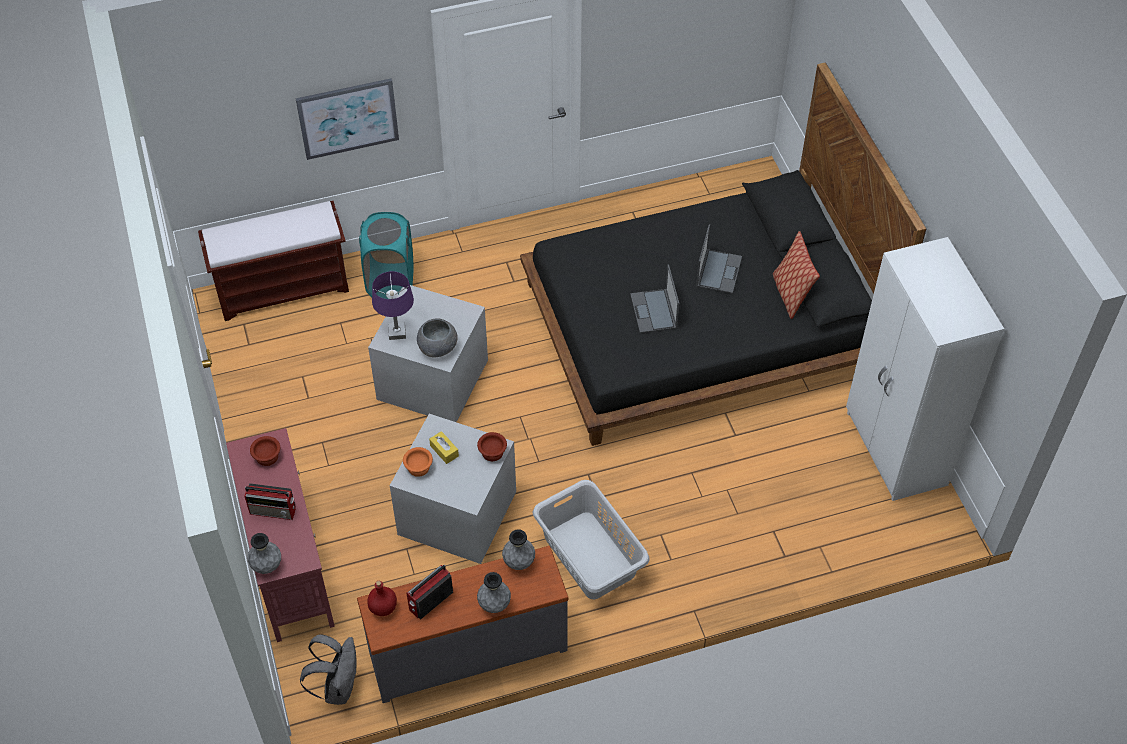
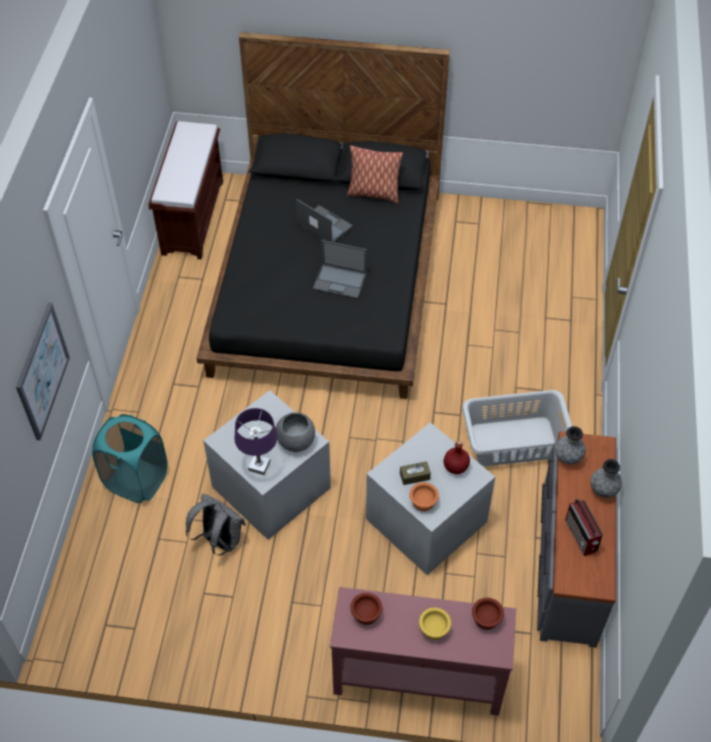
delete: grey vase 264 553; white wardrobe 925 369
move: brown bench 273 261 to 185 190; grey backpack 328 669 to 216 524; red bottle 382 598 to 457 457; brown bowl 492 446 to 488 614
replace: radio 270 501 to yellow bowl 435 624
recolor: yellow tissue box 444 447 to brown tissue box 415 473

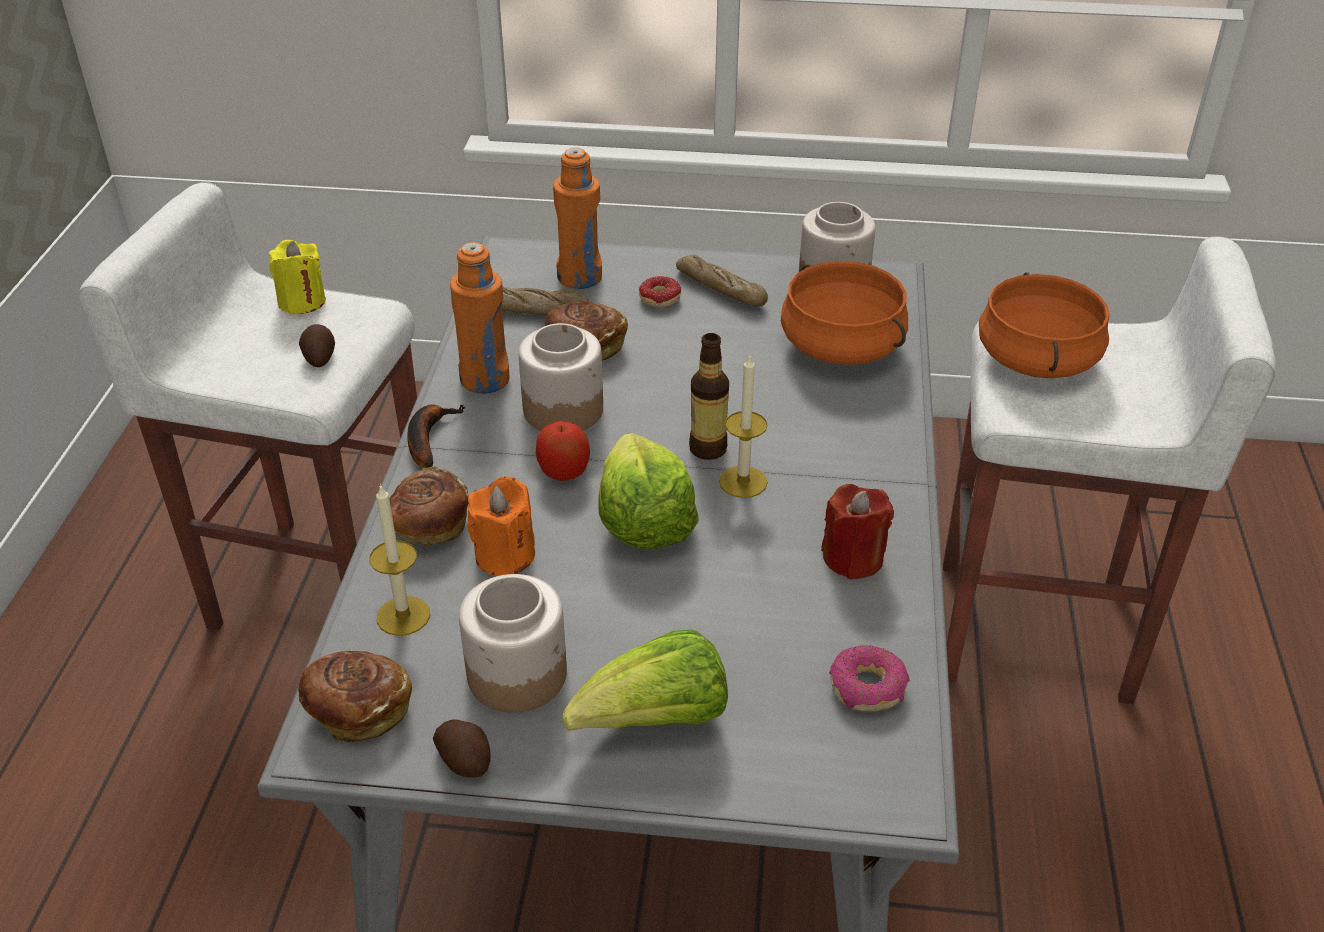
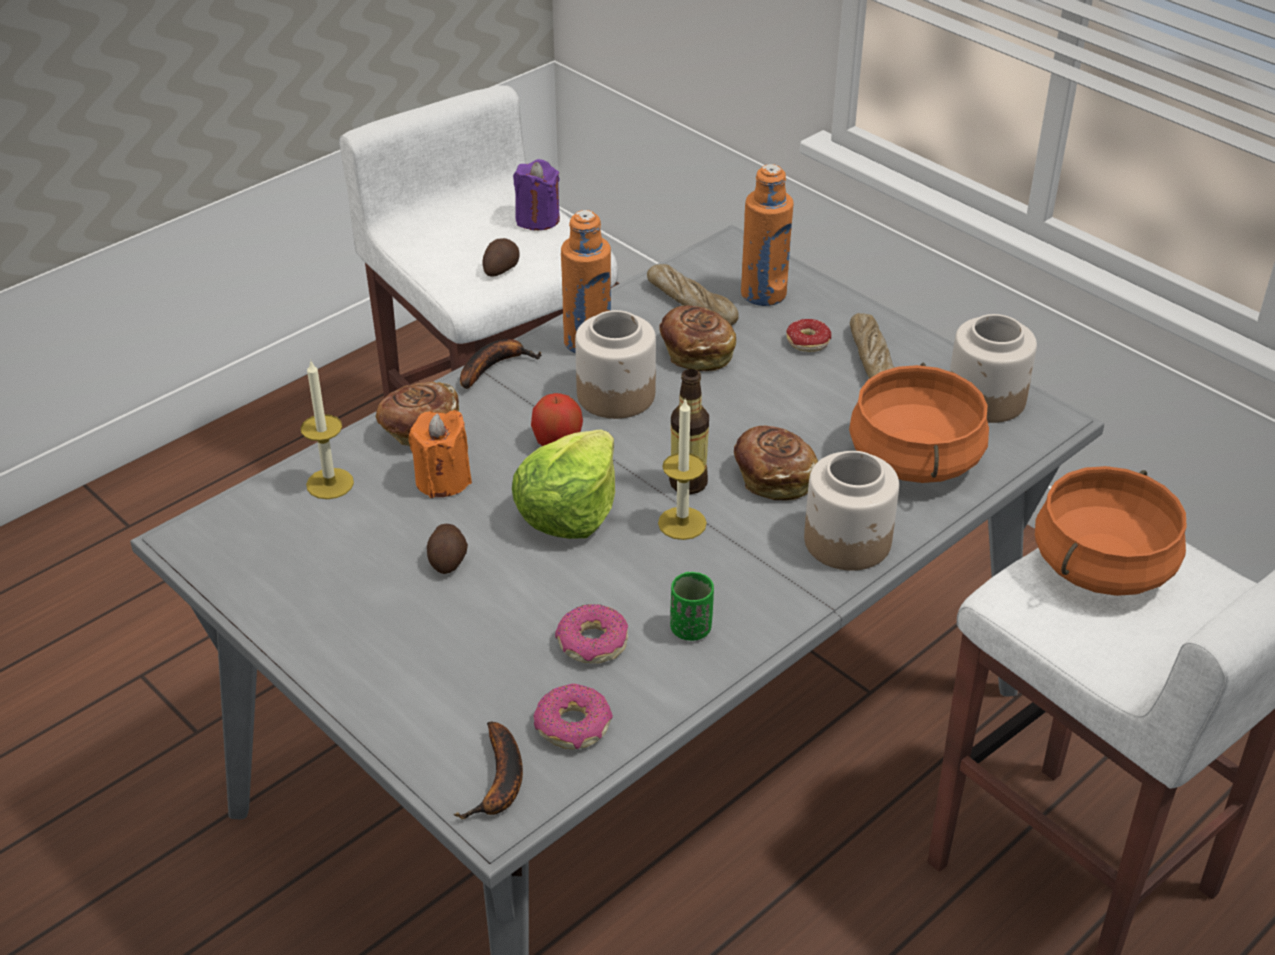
delete: lettuce 645 680
insert: banana 488 770; donut 591 633
move: bread 355 696 to 776 463; potato 462 748 to 447 549; jar 513 643 to 851 511
replace: red candle 857 531 to green cup 692 606
recolor: yellow candle 297 277 to purple candle 536 194

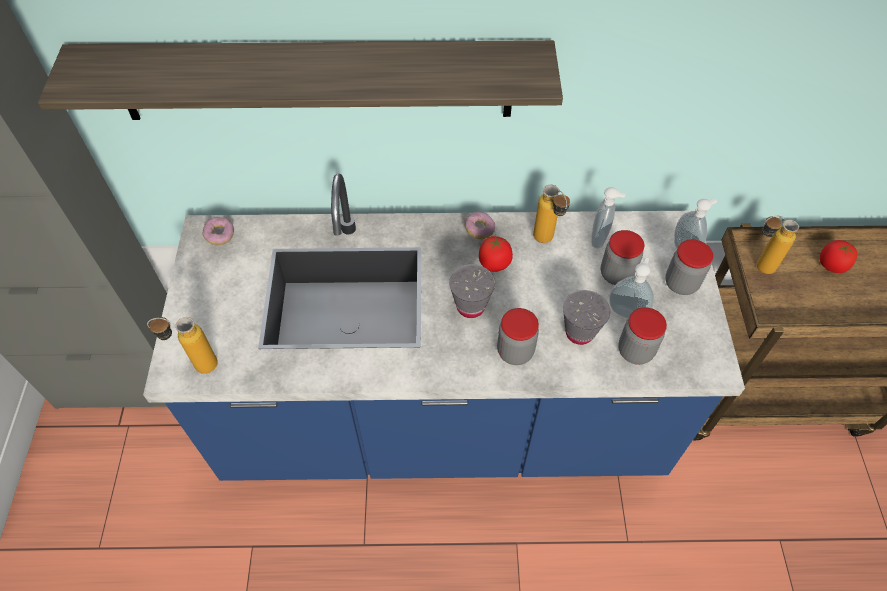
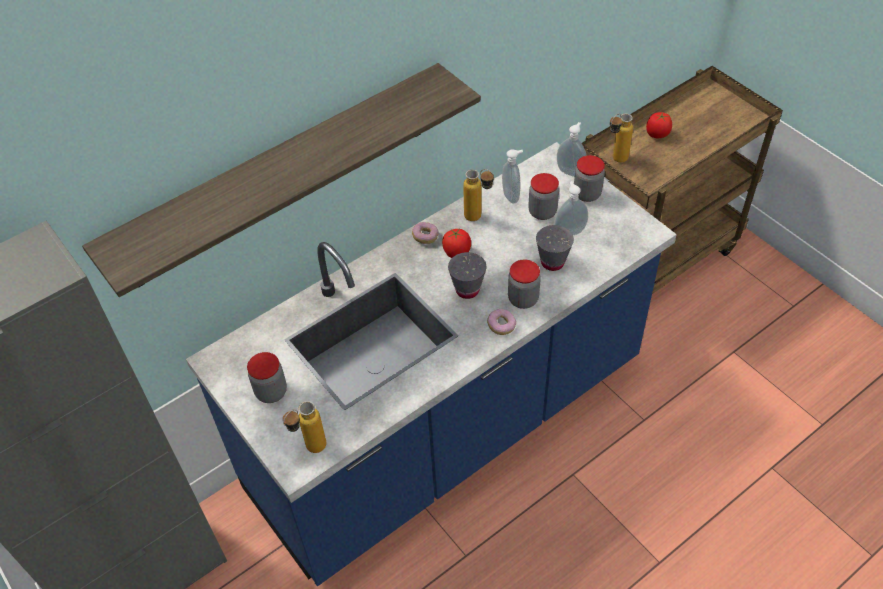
move: donut 218 231 to 501 322; jar 642 336 to 267 377

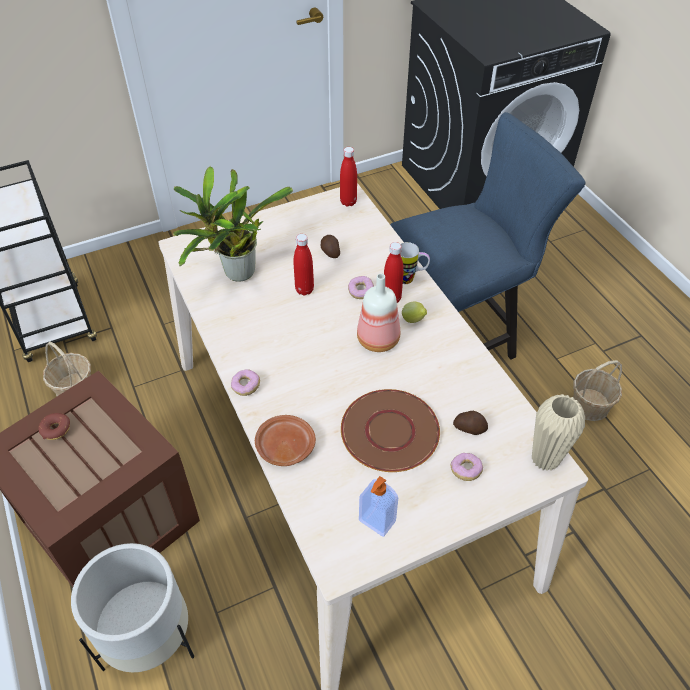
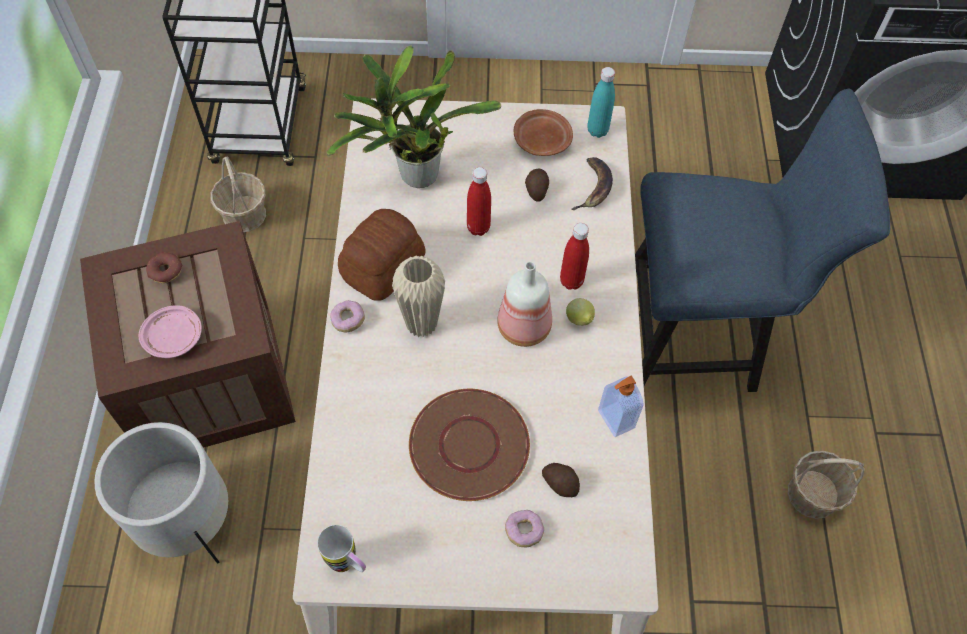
delete: donut 361 287
insert: pink plate 170 331; bread 382 255; banana 592 183
move: brown plate 285 440 to 543 132; soap dispenser 378 506 to 620 406; mug 415 263 to 341 548; beige vase 558 432 to 418 296
recolor: red bottle 348 177 to turquoise bottle 601 102

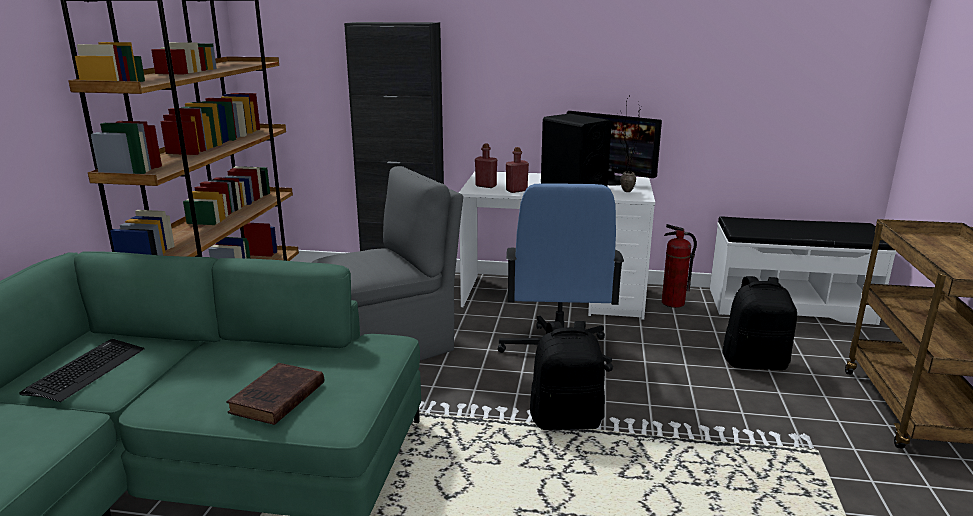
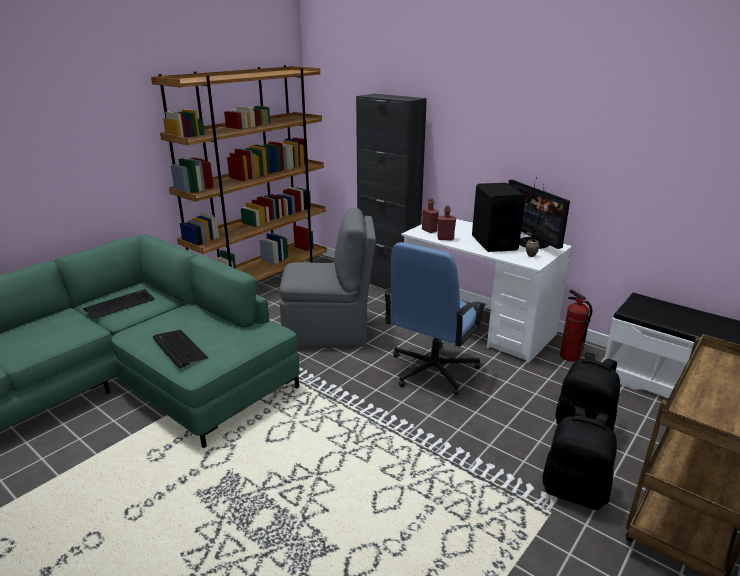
move: black backpack 567 375 to 579 458
replace: brown book 275 394 to keyboard 180 349

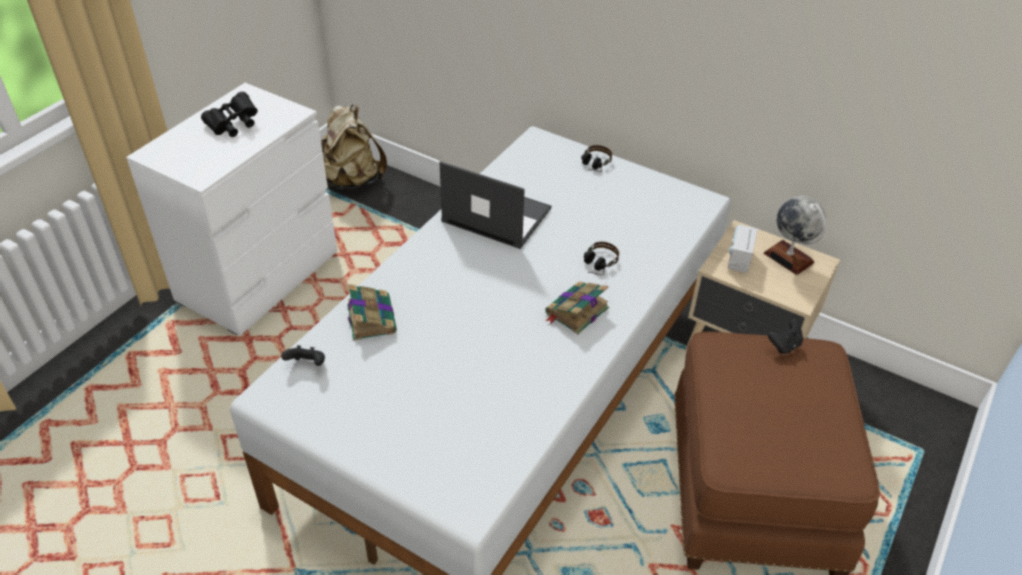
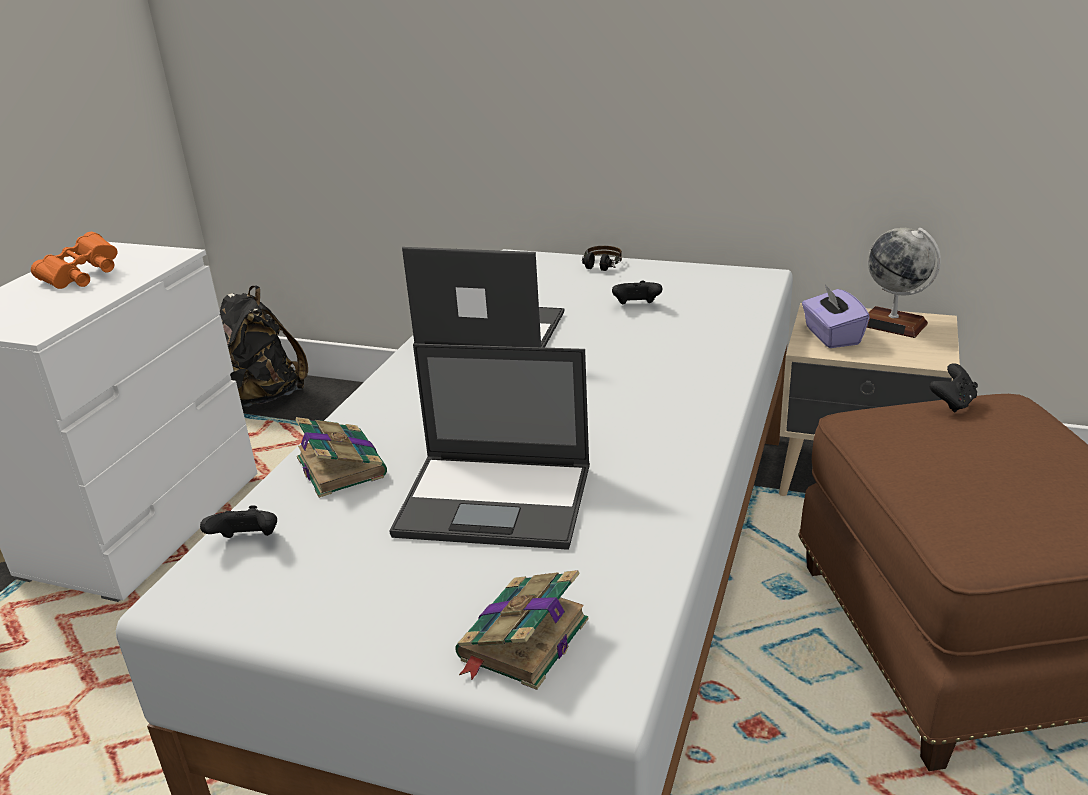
delete: headphones 601 258
insert: laptop 489 447; black game controller 637 292
move: book 577 308 to 521 630
replace: radio 743 249 to purple tissue box 836 316
recolor: black binoculars 229 114 to orange binoculars 74 260; beige backpack 354 147 to black backpack 264 346

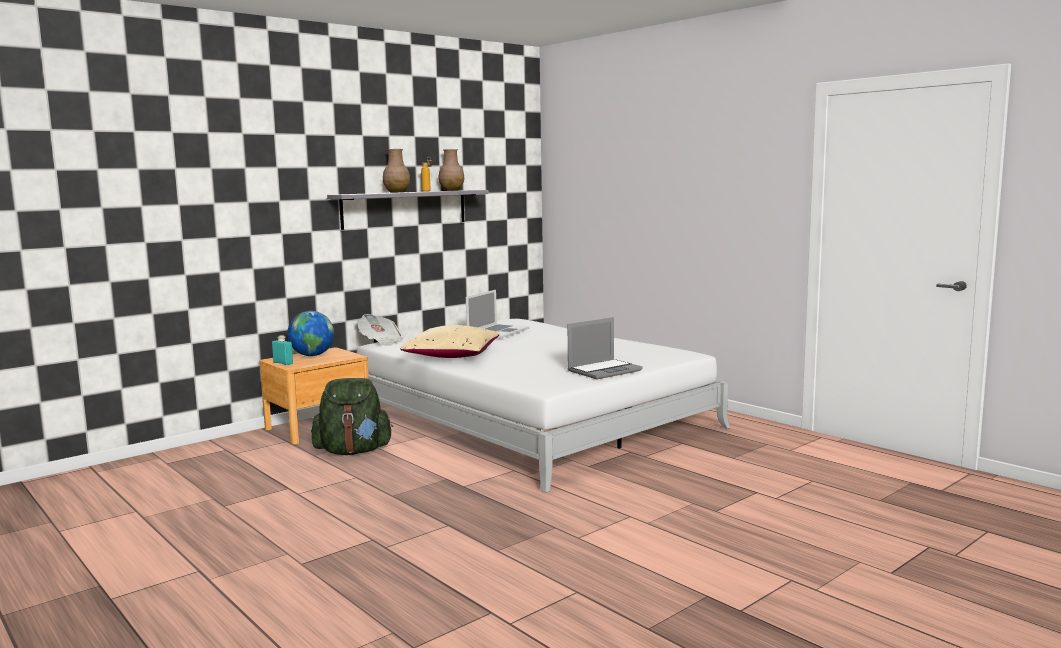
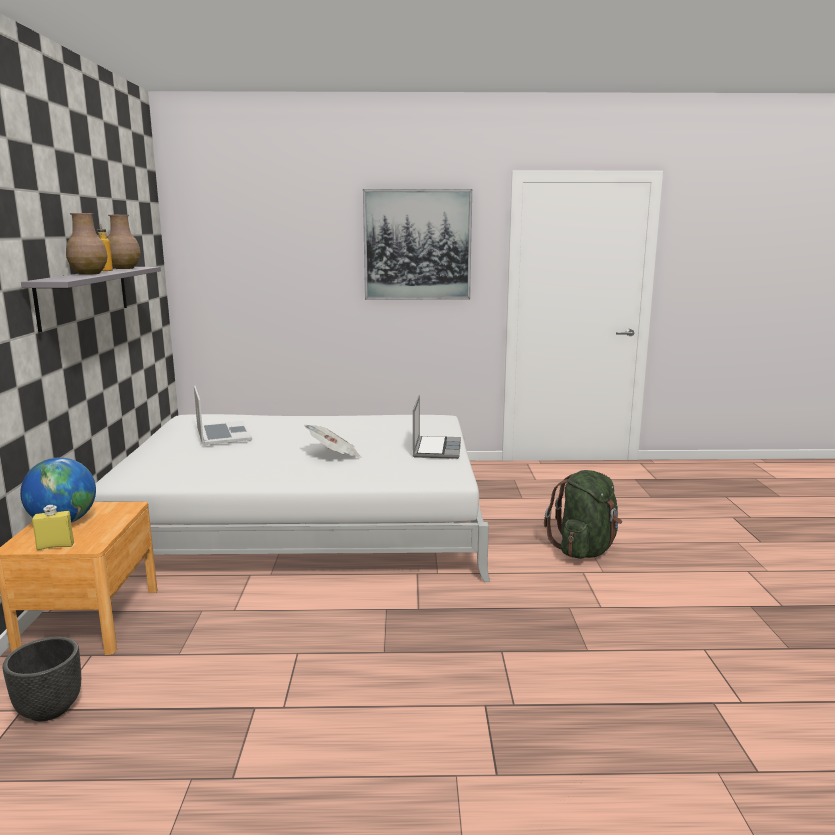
delete: beige pillow 450 341
insert: black planter 42 679; picture 417 244
move: green backpack 352 416 to 583 514; newspaper 380 330 to 332 441
recolor: turquoise bottle 282 350 to yellow bottle 53 527

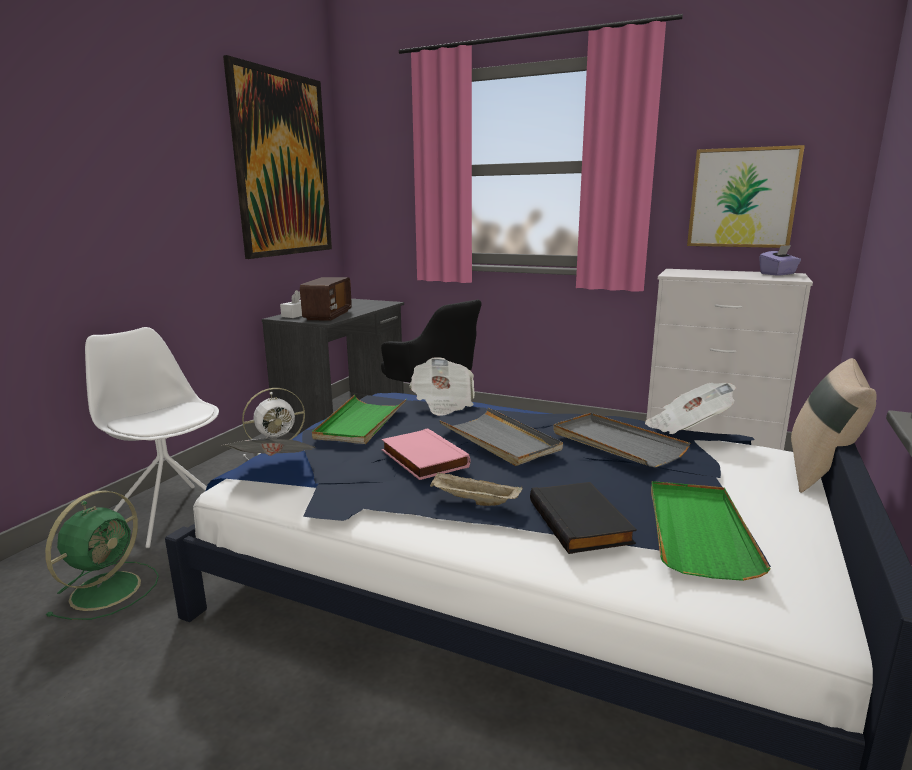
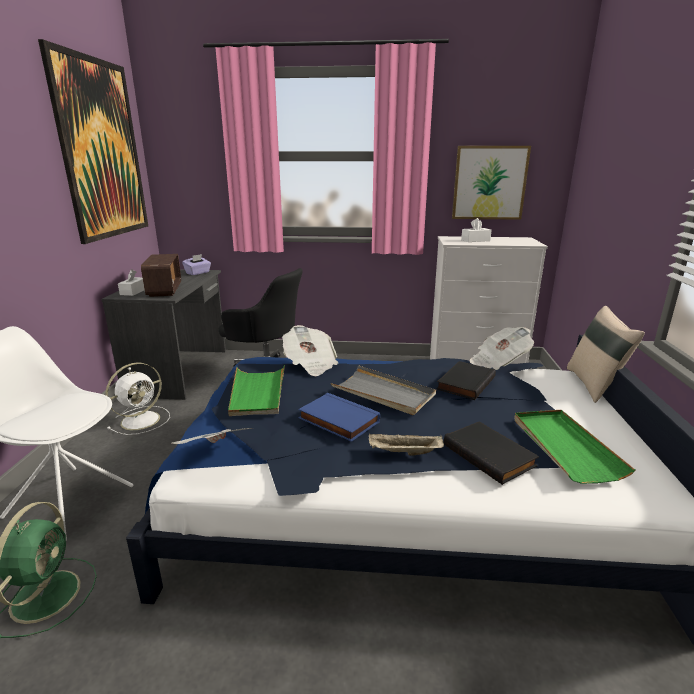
insert: white tissue box 476 230
move: purple tissue box 780 260 to 196 264
replace: grey tray 621 440 to black book 466 380
recolor: pink book 426 454 to blue book 339 417

